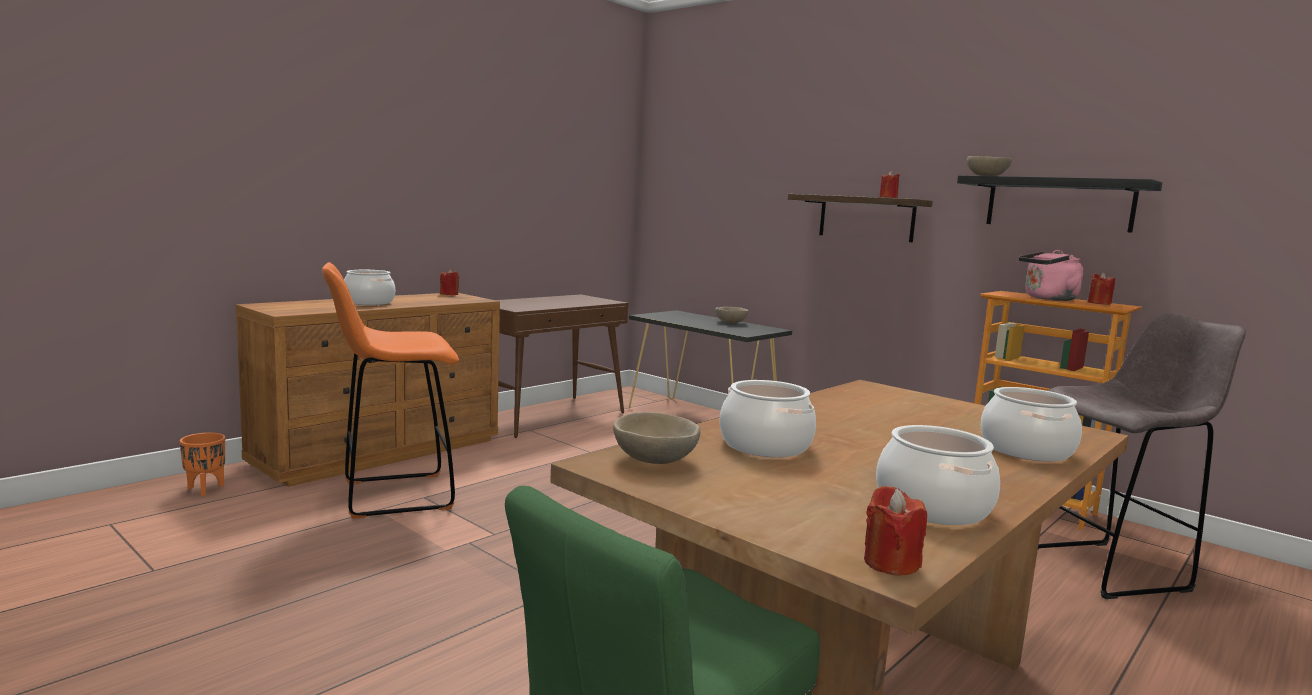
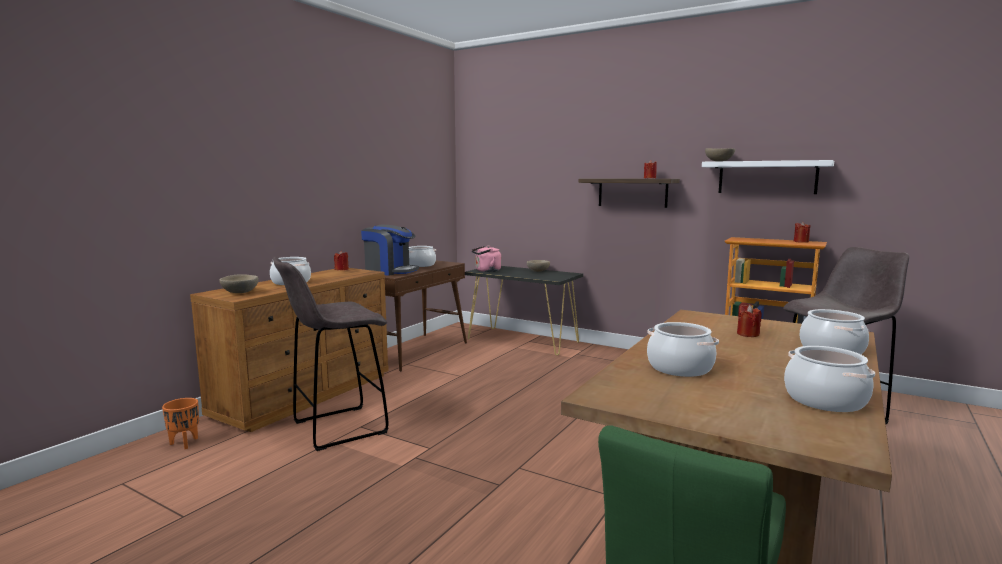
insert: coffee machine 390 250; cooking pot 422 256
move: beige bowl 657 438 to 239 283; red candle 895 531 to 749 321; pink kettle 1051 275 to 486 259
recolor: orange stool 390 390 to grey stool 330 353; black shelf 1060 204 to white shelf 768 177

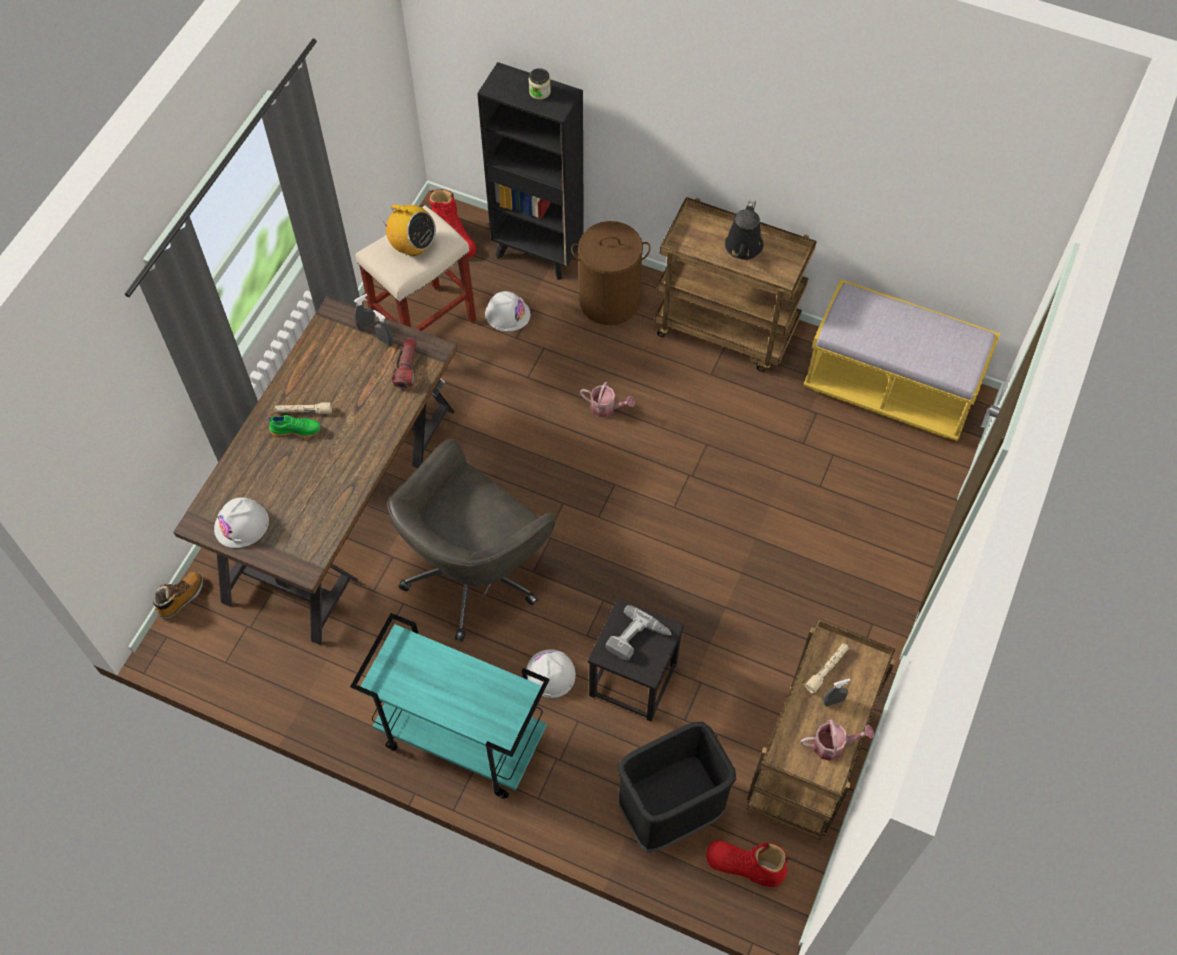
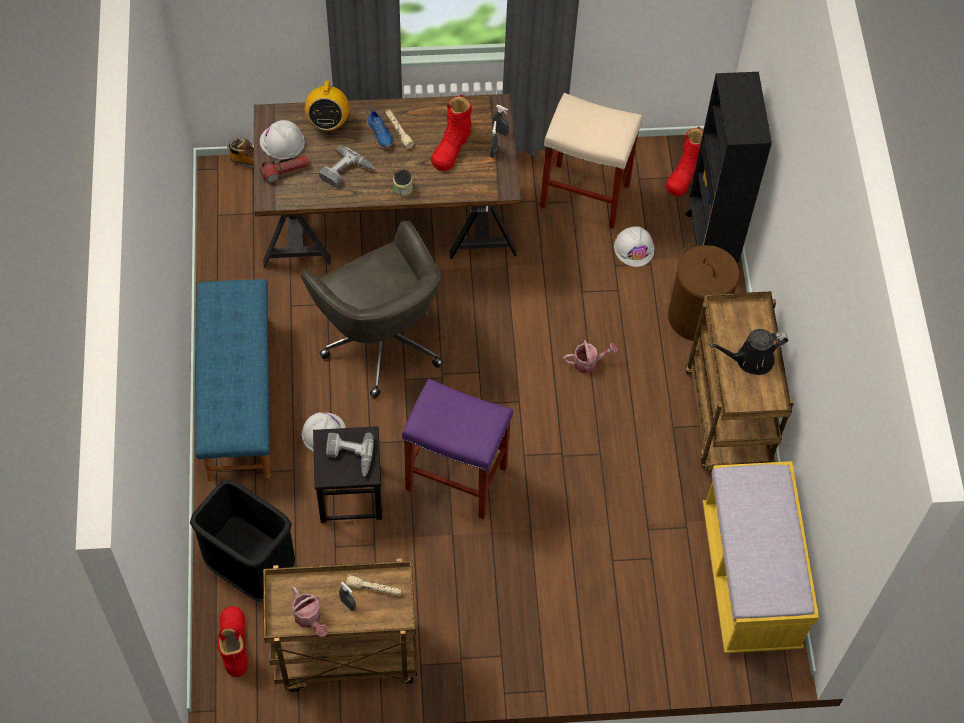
insert: power drill 346 166; purple stool 457 449; red boot 451 132
move: radio 407 230 to 327 105; flashlight 404 362 to 285 169; jar 540 84 to 403 182
replace: turquoise cart 449 706 to blue bench 233 380
recolor: green shoe 294 426 to blue shoe 380 127
rotate: grey office chair 471 540 = 372 309 135 degrees counterclockwise; watering can 607 399 = 590 356 90 degrees counterclockwise

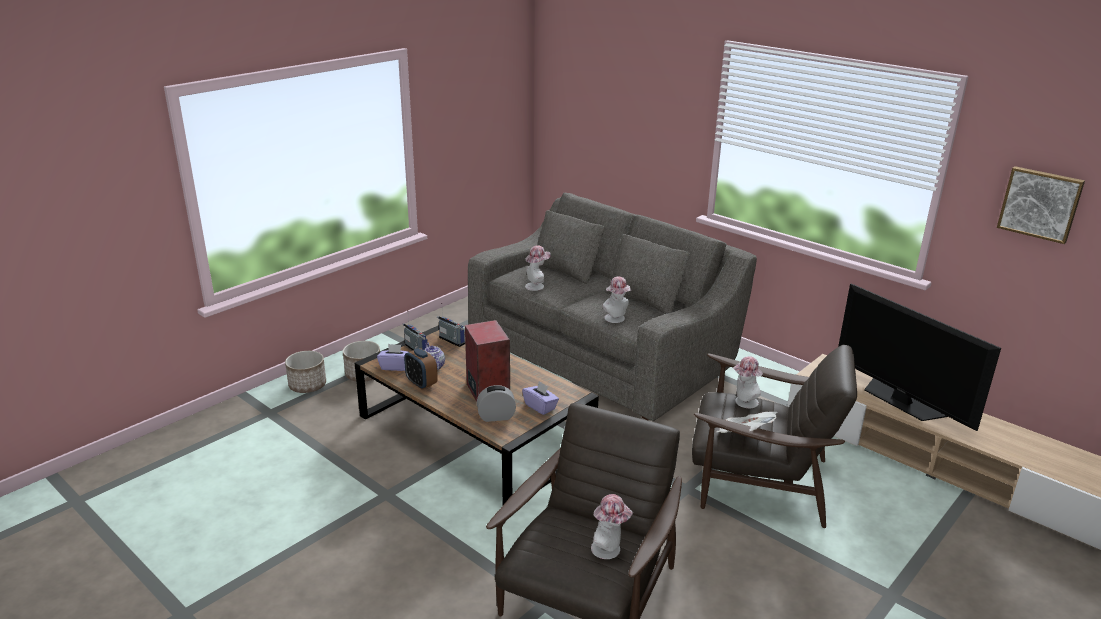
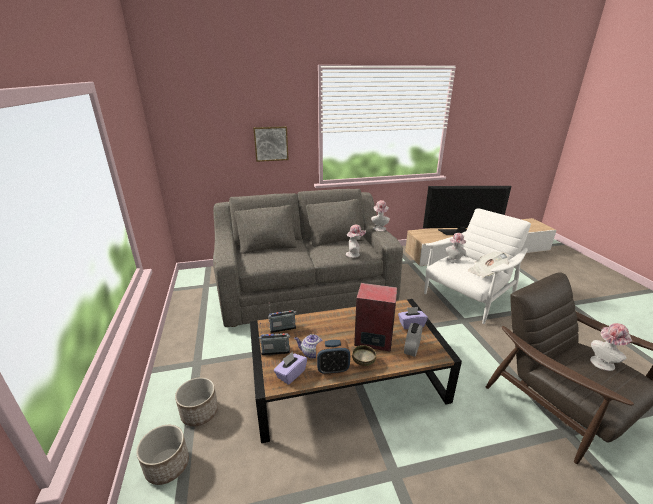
insert: bowl 364 355
move: hat 538 268 to 380 215; picture 1041 205 to 271 144
recolor: brown armchair 774 436 to white armchair 477 266

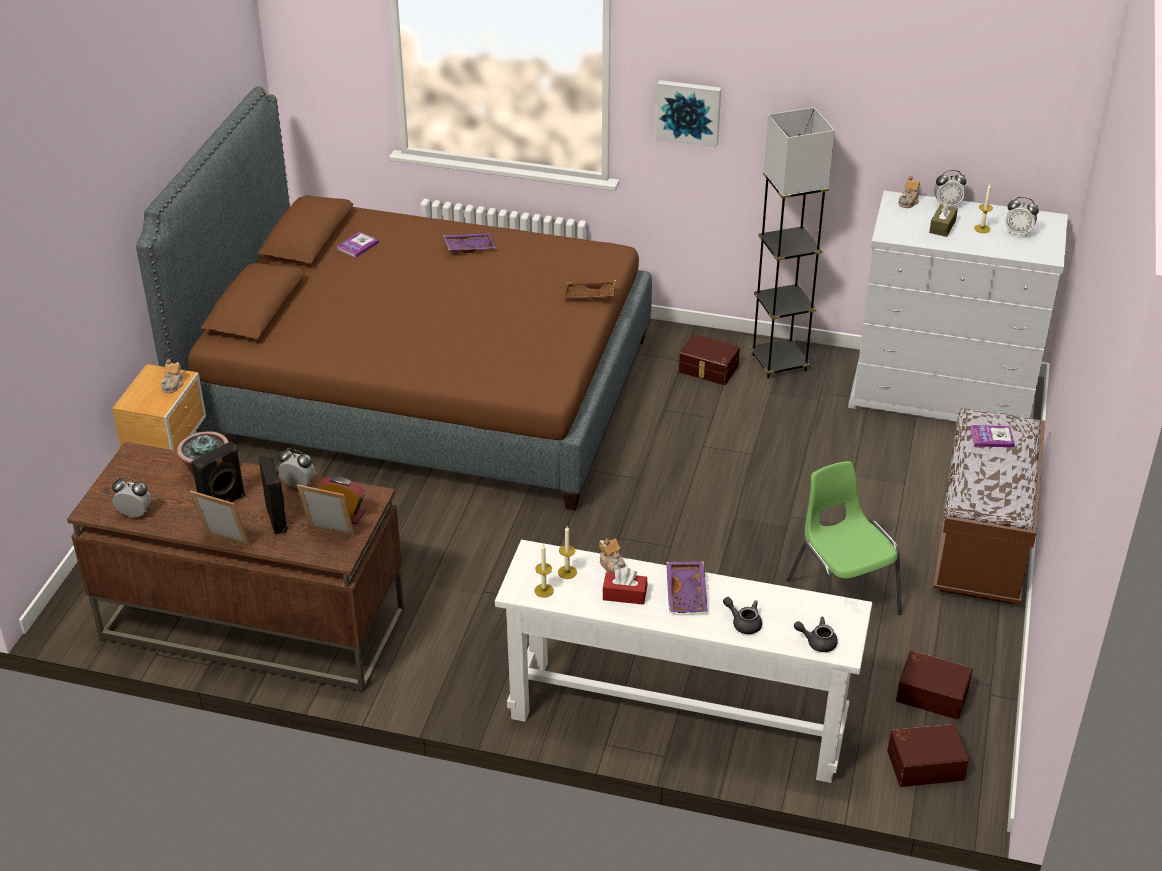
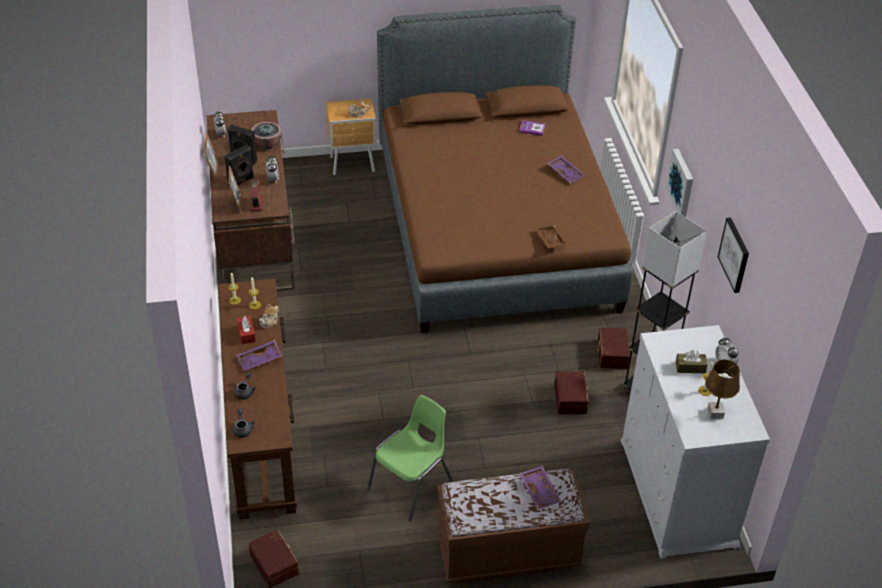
delete: teapot 909 192
insert: picture 733 255
move: brown storage box 934 685 to 571 393
replace: book 992 436 to purple tray 540 488; alarm clock 1022 217 to brown table lamp 722 389
recolor: white console table 684 661 to brown console table 257 399

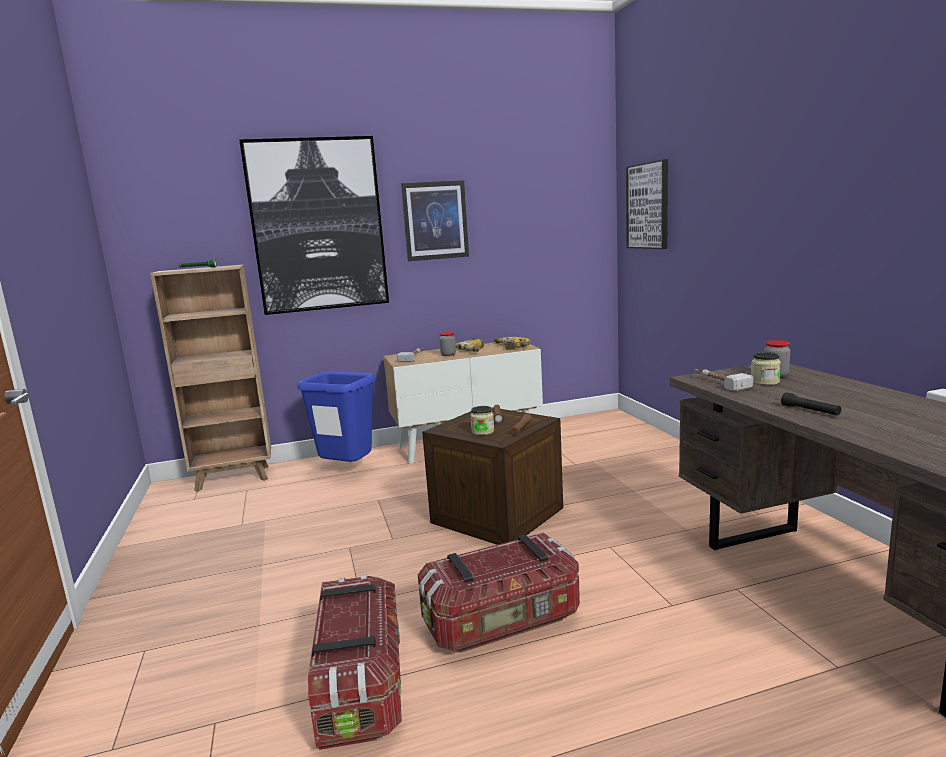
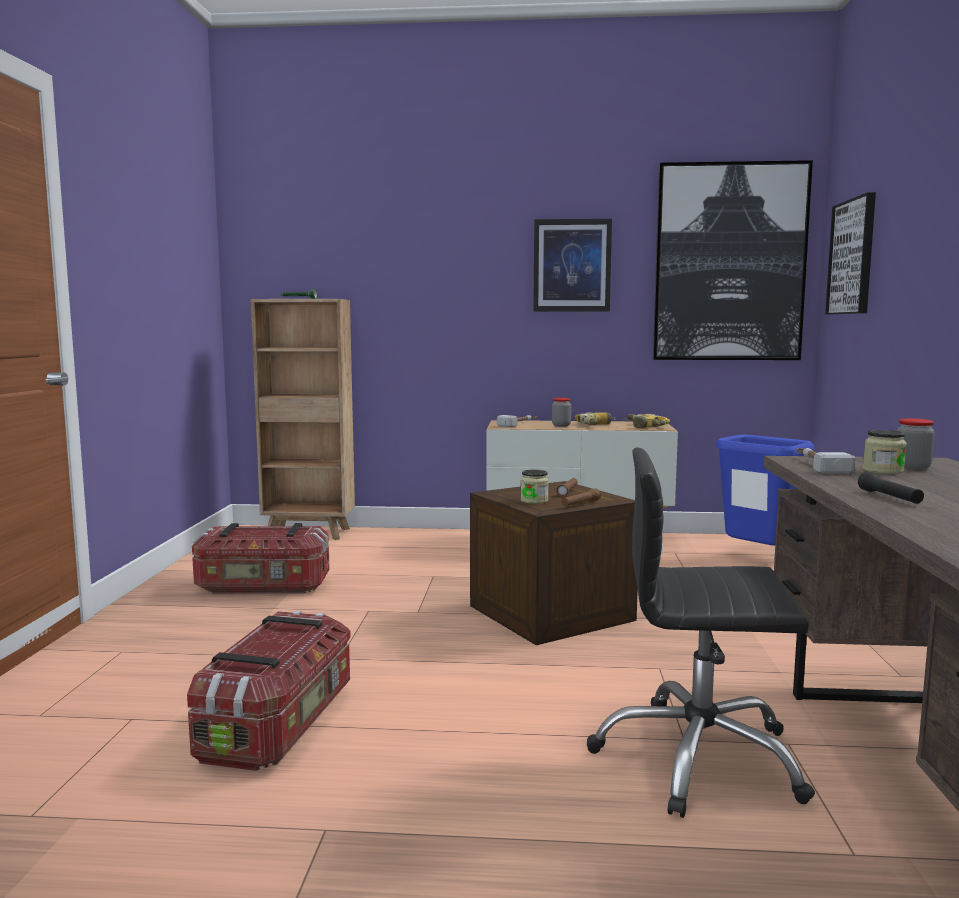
insert: black office chair 701 633
move: picture 314 225 to 733 260; blue trash can 336 417 to 765 490; storage box 499 593 to 261 558

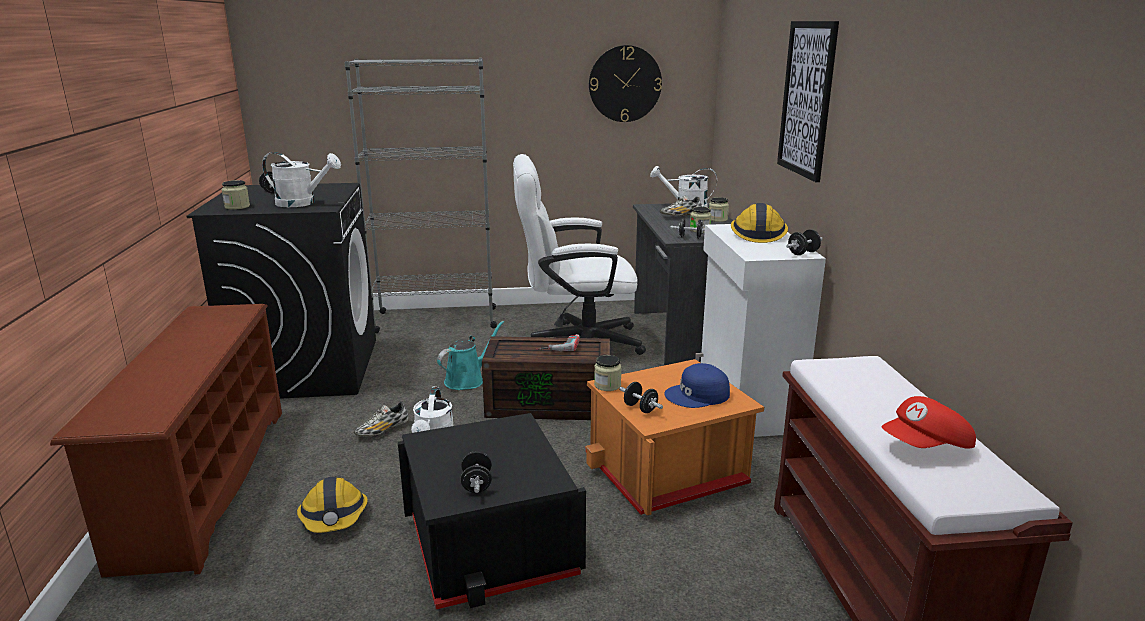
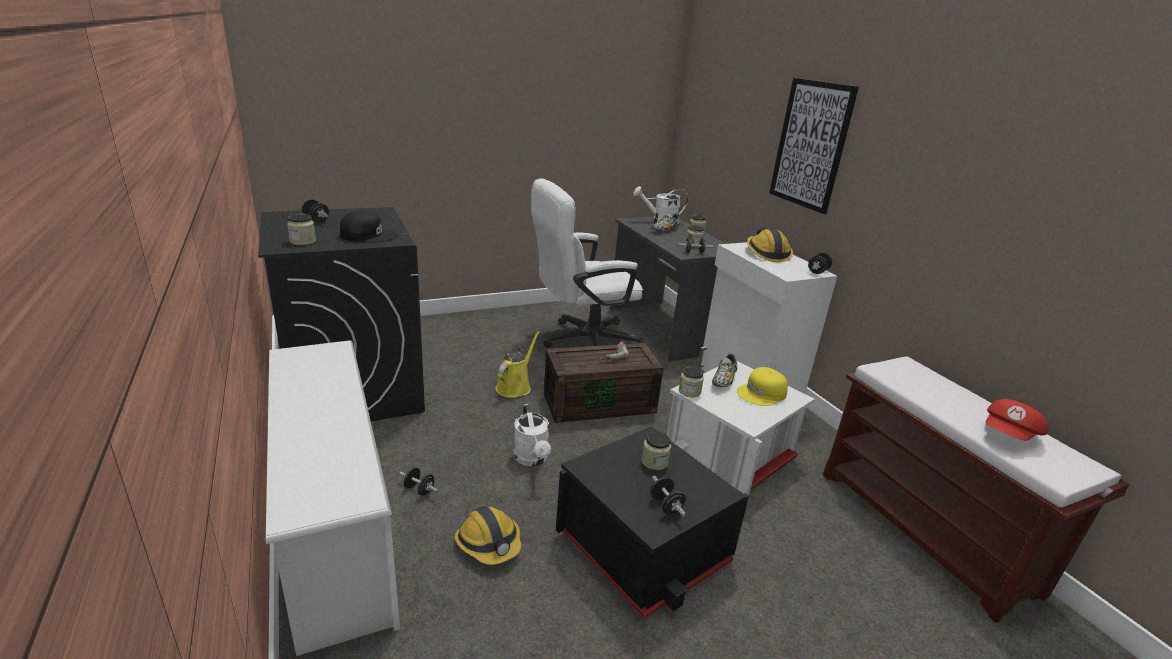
delete: grey bookcase 421 195; wall clock 625 83
insert: jar 656 450
move: shoe 381 419 to 725 370; black dumbbell 641 397 to 419 481
replace: white watering can 301 179 to black cap 369 226
recolor: brown shoe rack 166 441 to white shoe rack 333 498; turquoise watering can 470 355 to yellow watering can 518 364; orange storage box 674 437 to white storage box 741 428; blue cap 697 385 to yellow cap 762 386

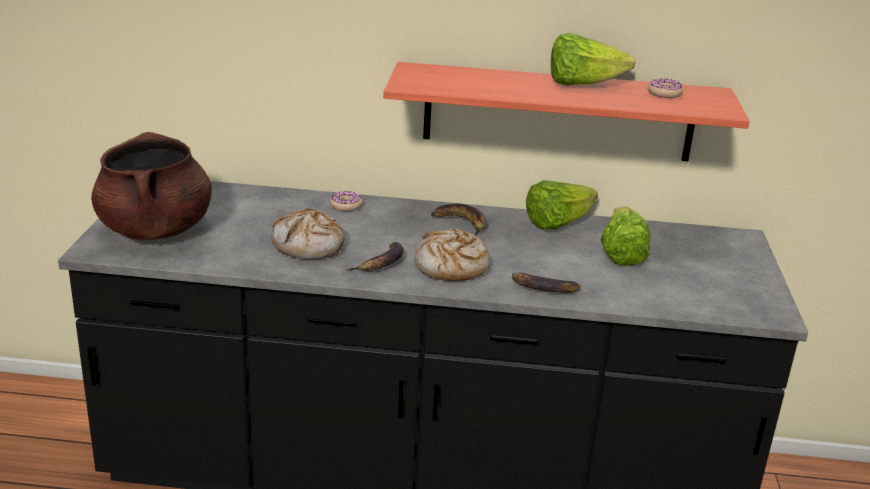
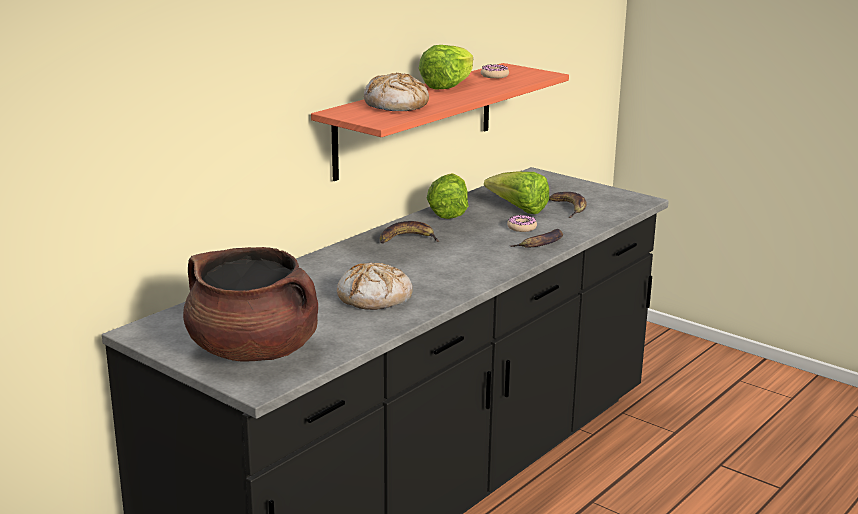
move: donut 346 201 to 522 223; banana 374 256 to 568 205; bread 452 254 to 396 92

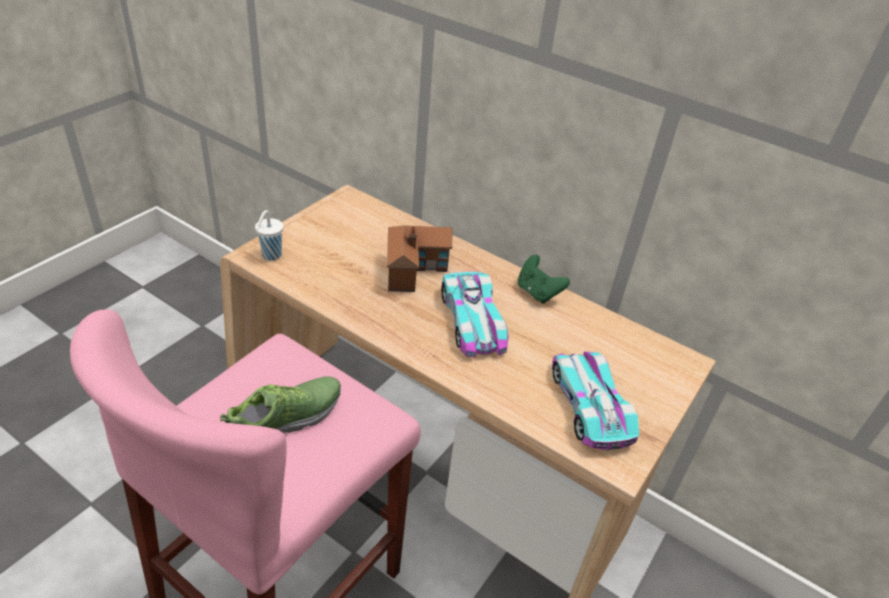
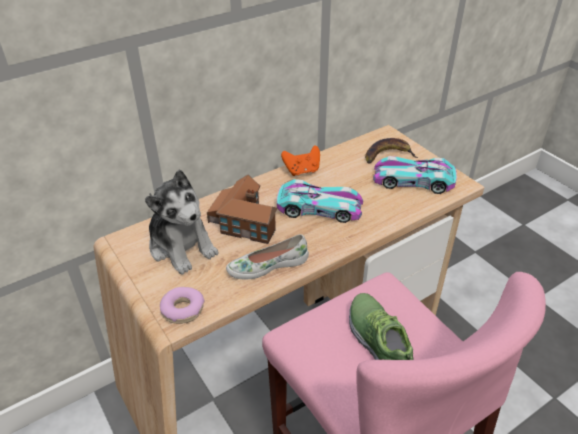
insert: plush toy 182 222; white shoe 267 256; banana 391 151
replace: white cup 269 235 to donut 182 305
recolor: green game controller 544 279 to orange game controller 300 160

